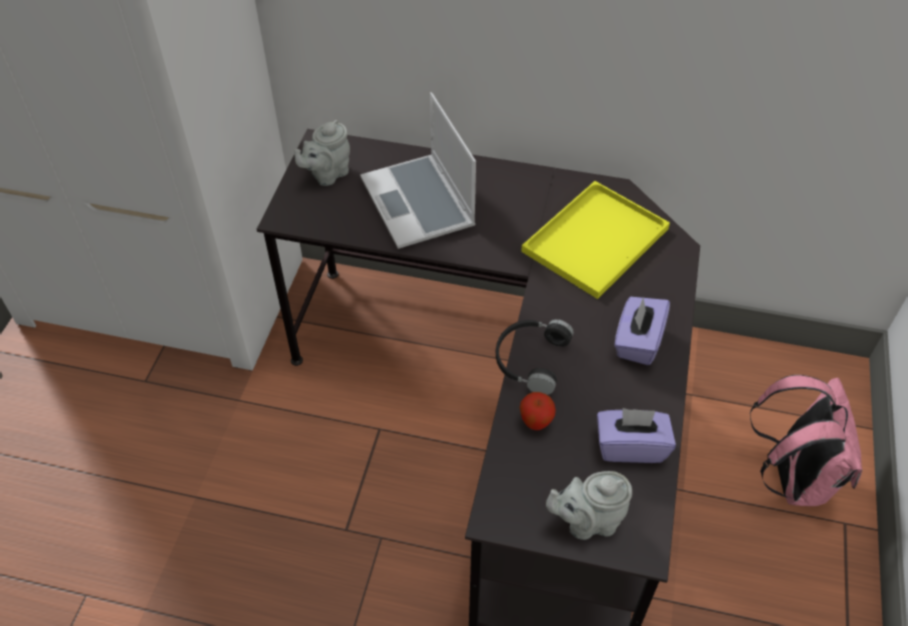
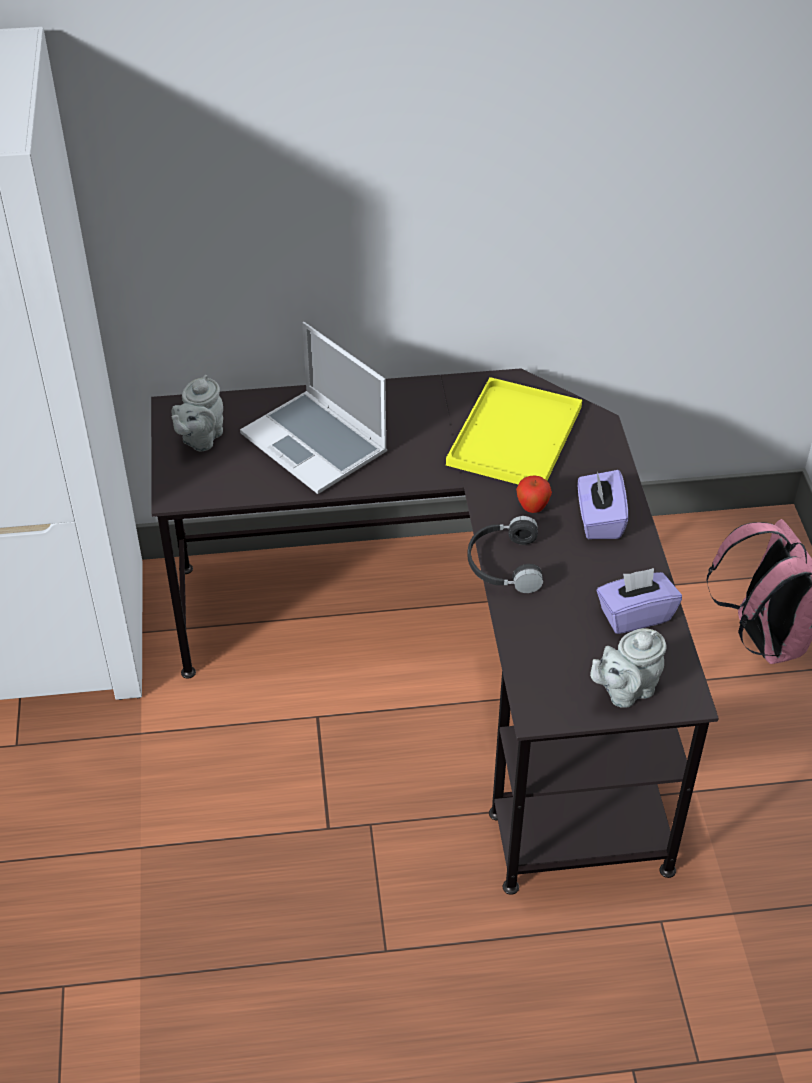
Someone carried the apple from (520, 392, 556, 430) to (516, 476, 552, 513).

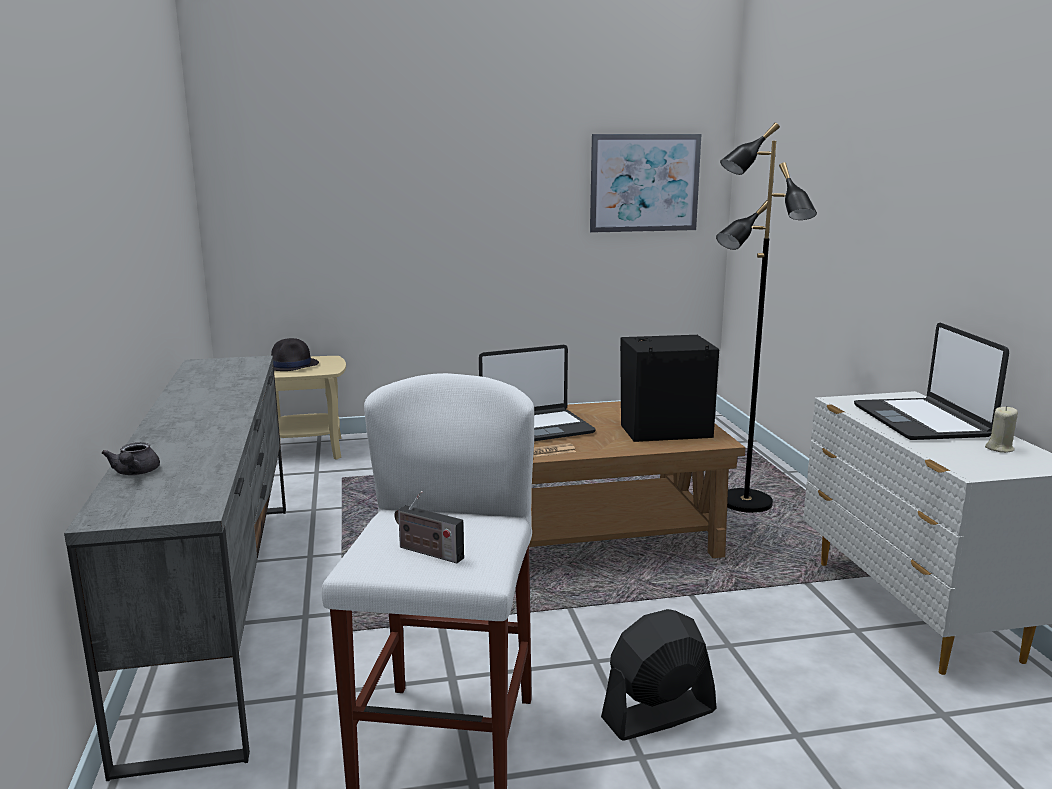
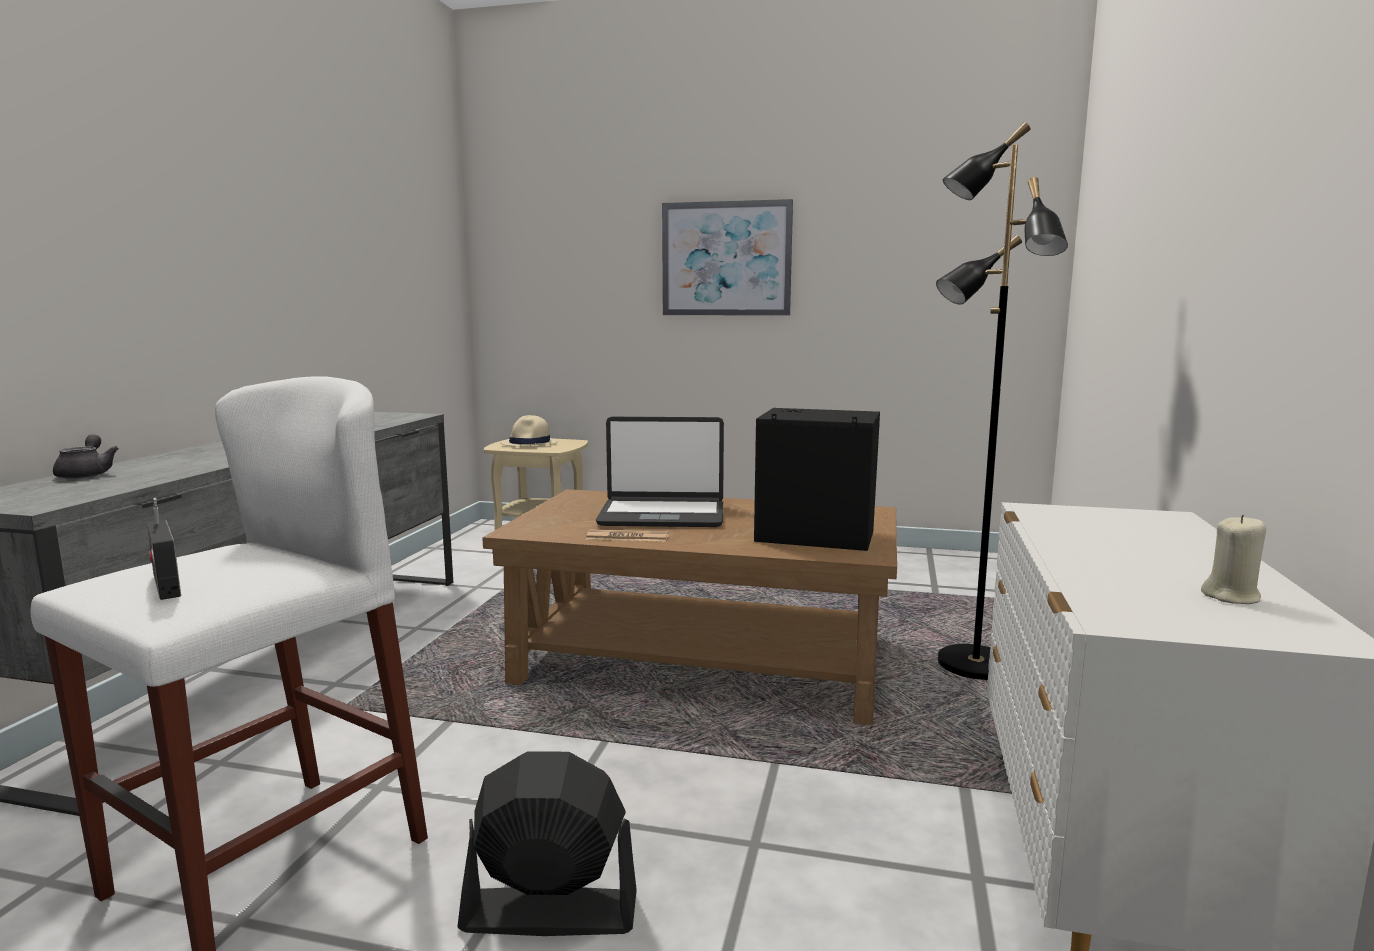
Someone carried the picture from (590, 134, 701, 233) to (662, 199, 793, 316).
Someone took away the laptop at (854, 322, 1009, 440).
Someone repainted the black hat at (271, 338, 319, 371), which became the beige hat at (501, 415, 558, 447).
Someone rotated the grey teapot at (101, 442, 160, 475) by 150 degrees clockwise.

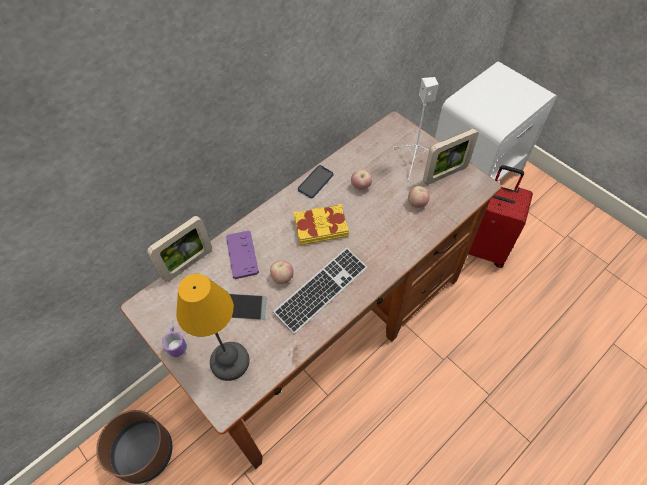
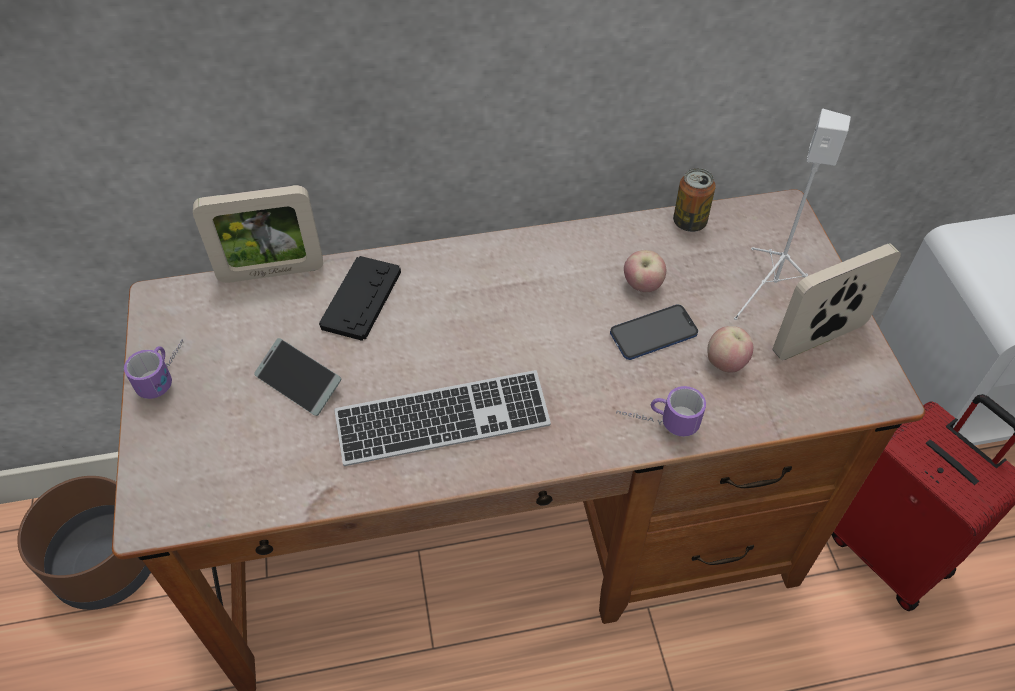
Someone rotated the picture frame at (423, 128, 479, 185) by 150 degrees clockwise.
Someone carried the phone from (298, 165, 333, 199) to (610, 304, 698, 360).
Someone took away the yellow book at (293, 204, 349, 245).
Someone repainted the purple game controller at (226, 230, 259, 279), which became the black game controller at (319, 256, 401, 341).
Someone took away the apple at (270, 260, 294, 284).
Someone took away the table lamp at (176, 274, 250, 381).
Someone put down the can at (673, 168, 716, 232).
Someone put down the mug at (616, 386, 706, 437).

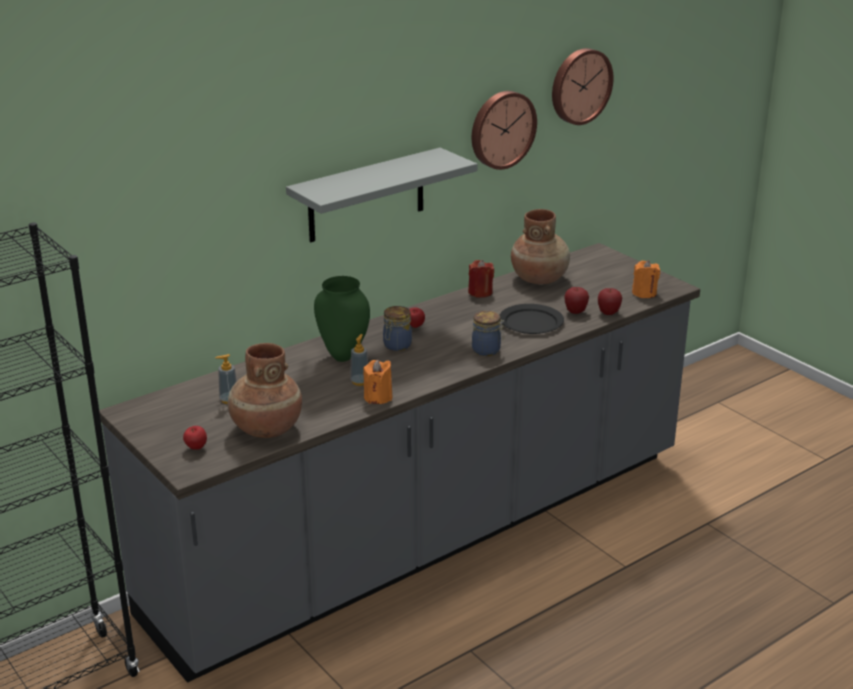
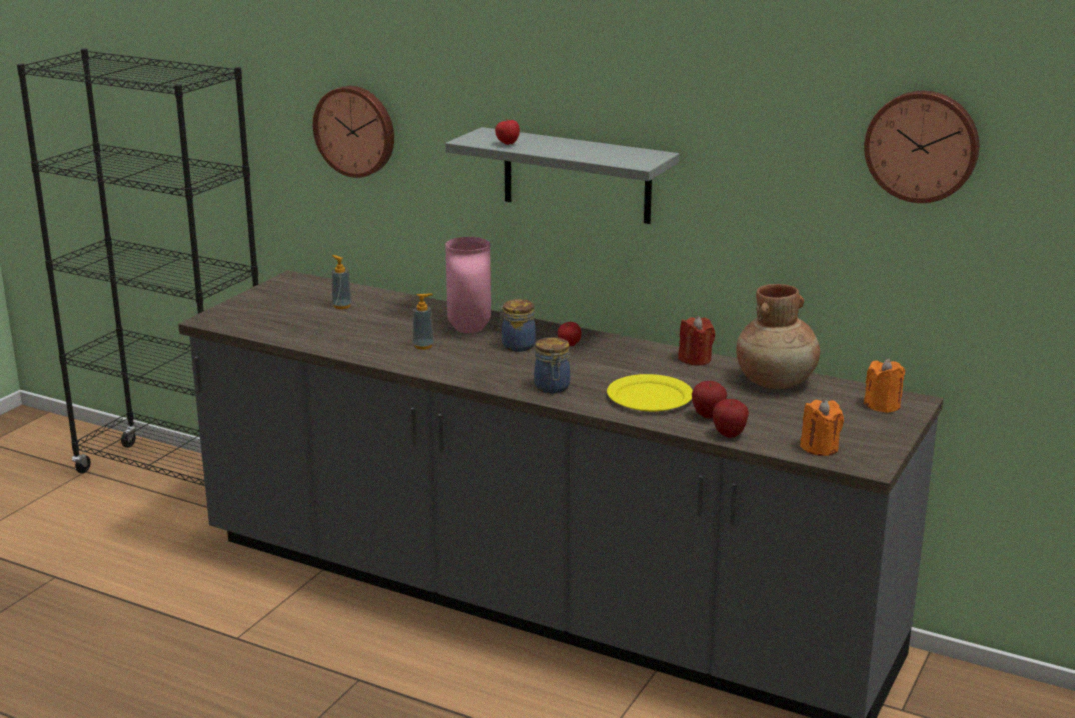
Someone carried the wall clock from (472, 91, 537, 170) to (313, 86, 394, 178).
Someone repainted the green vase at (314, 276, 370, 362), which became the pink vase at (445, 237, 491, 333).
Someone repainted the black plate at (500, 304, 564, 334), which became the yellow plate at (607, 374, 693, 412).
Someone took away the brown vase at (227, 343, 302, 438).
Someone carried the orange candle from (363, 360, 393, 404) to (864, 359, 905, 413).
Someone carried the apple from (183, 426, 207, 450) to (495, 119, 520, 145).

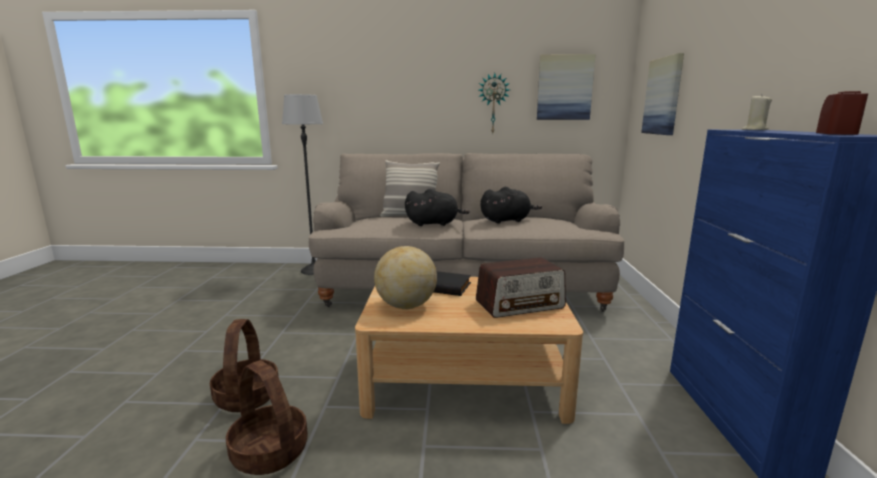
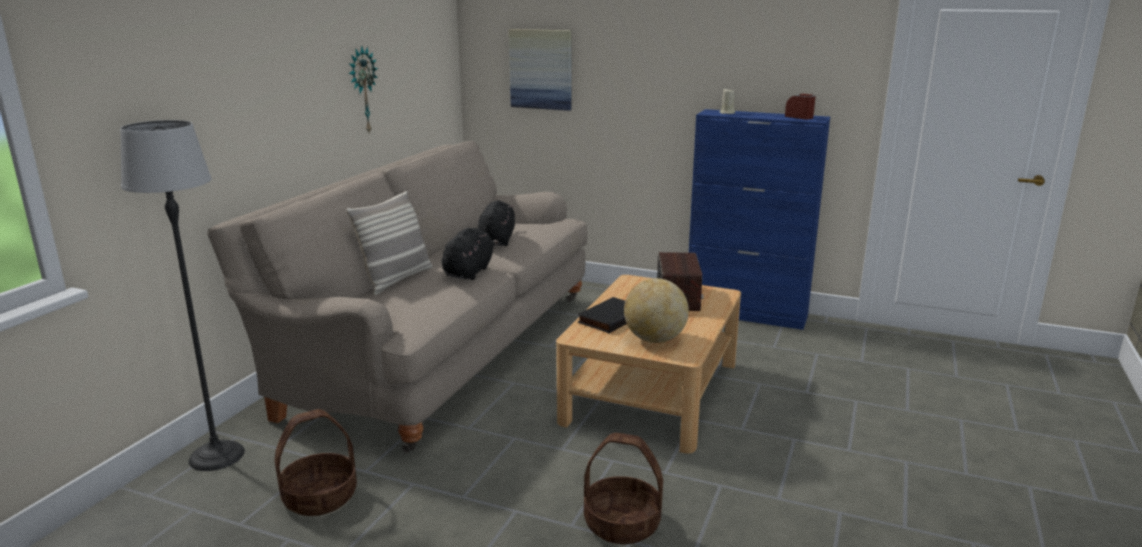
Someone took away the picture at (537, 54, 595, 120).
Someone carried the basket from (226, 360, 308, 475) to (274, 409, 357, 516).

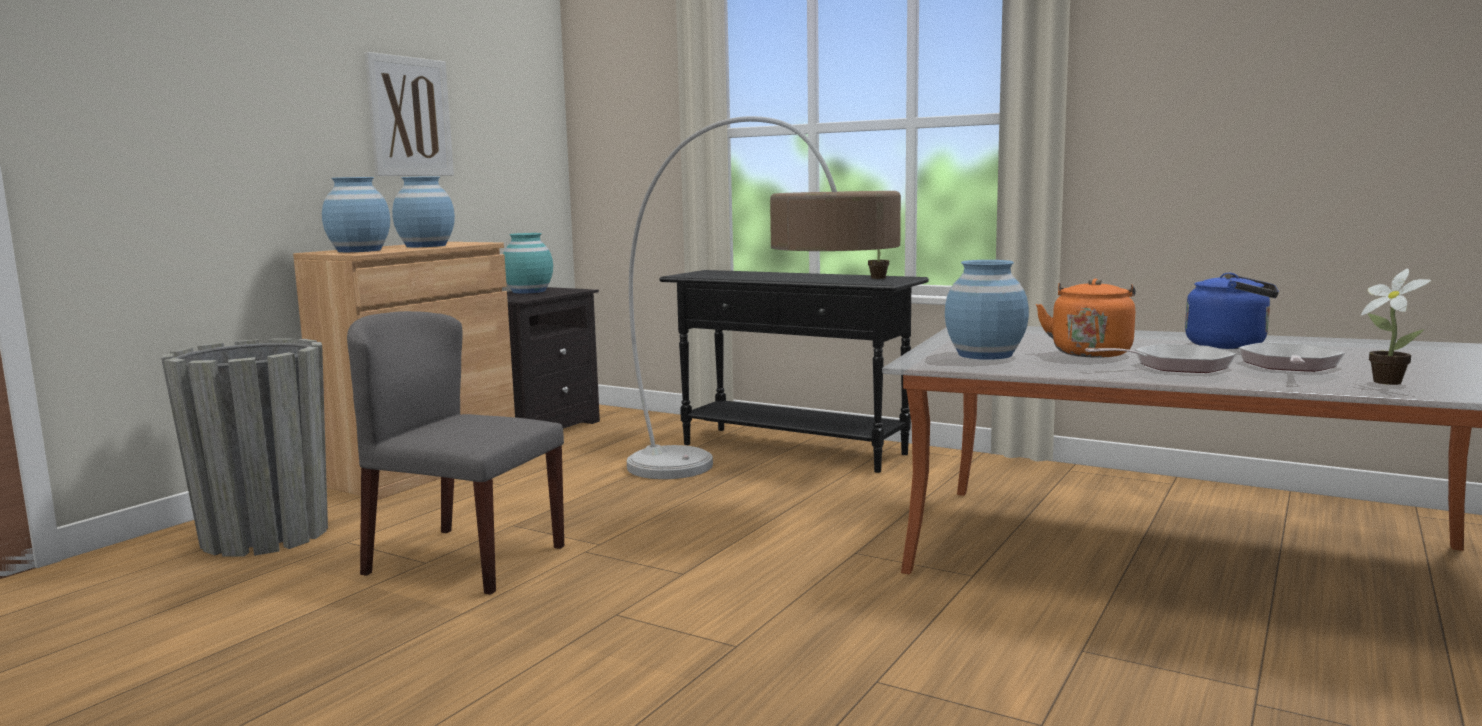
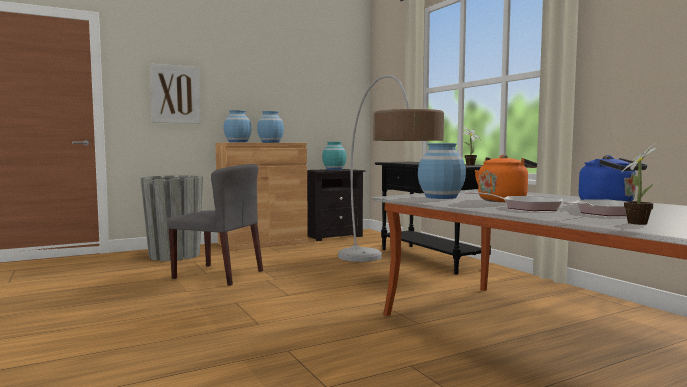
Someone carried the picture from (365, 52, 454, 176) to (150, 63, 201, 124).
Someone rotated the grey chair at (347, 311, 564, 595) by 150 degrees clockwise.

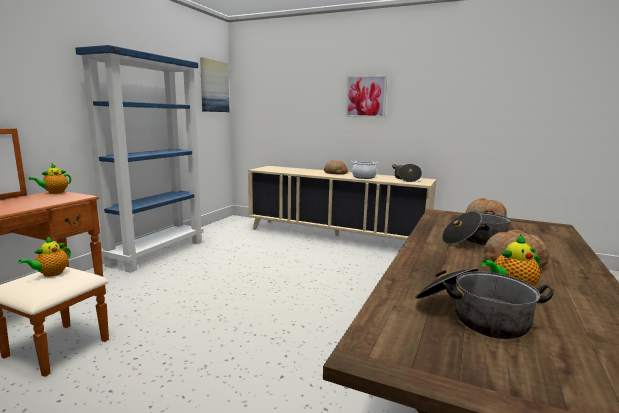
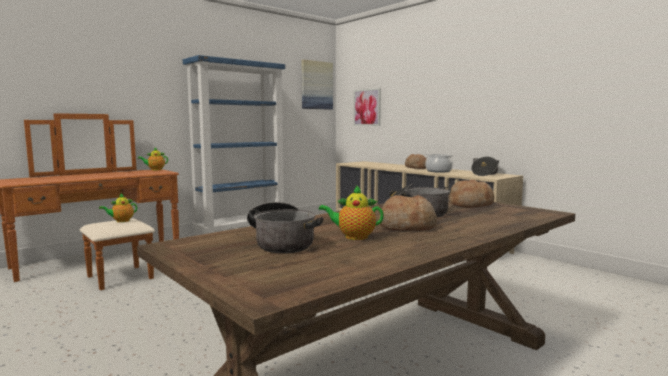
Someone carried the picture from (345, 75, 387, 118) to (353, 88, 381, 126).

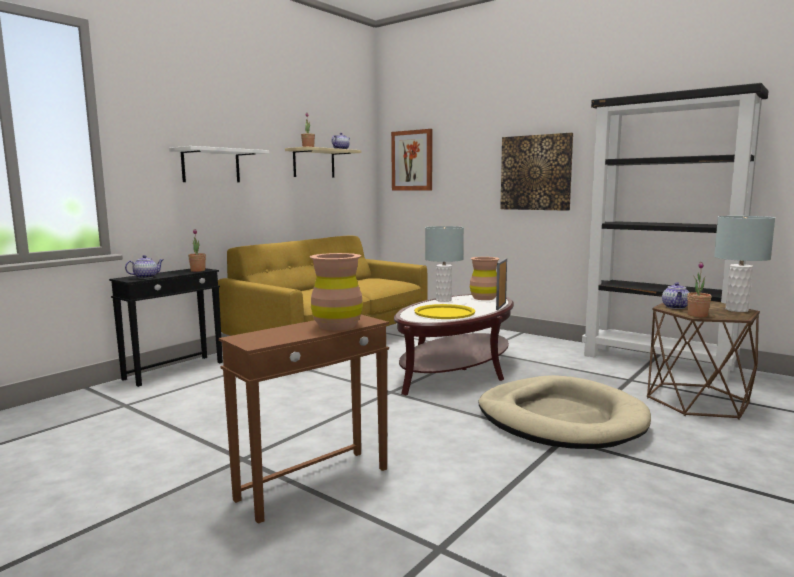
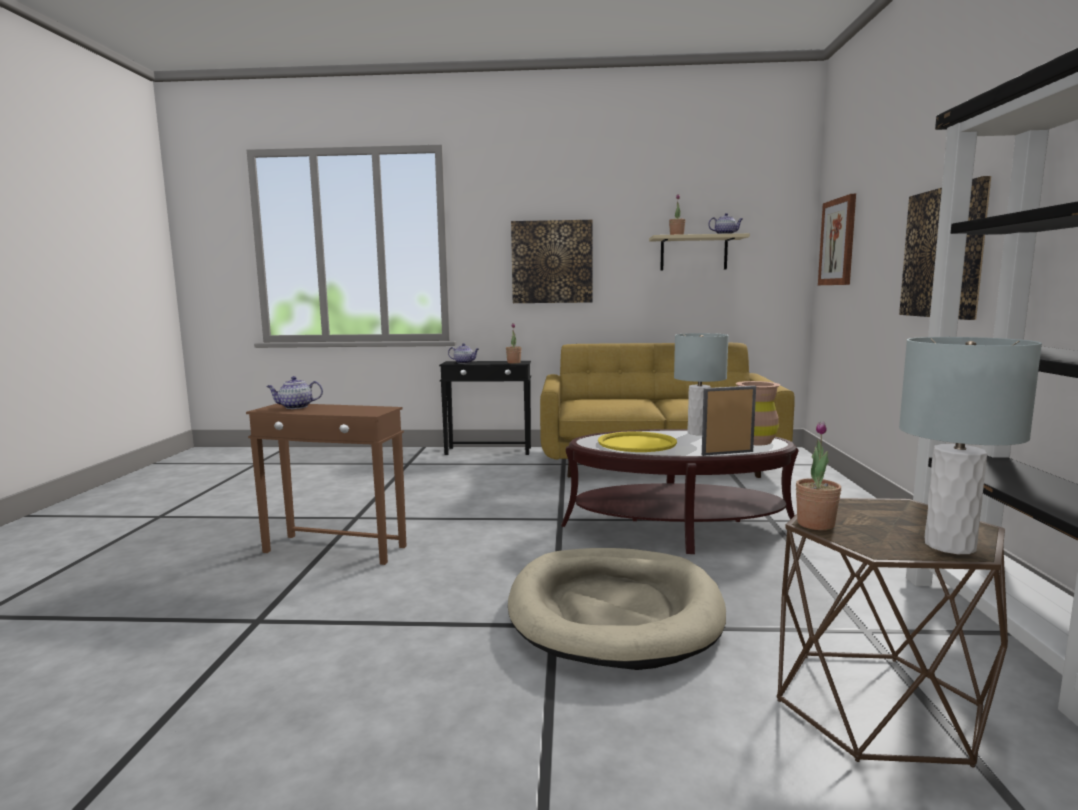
Someone swapped the white shelf at (169, 146, 269, 182) for the picture at (511, 220, 593, 303).
Someone took away the brown vase at (310, 253, 363, 330).
Someone carried the teapot from (662, 282, 690, 309) to (266, 376, 323, 409).

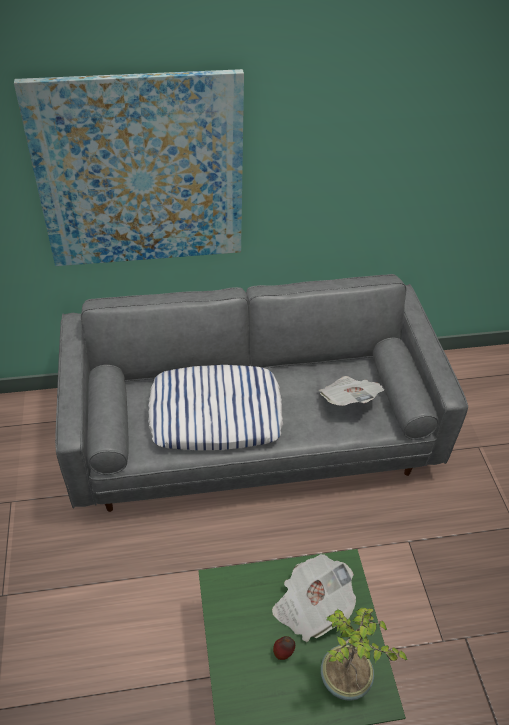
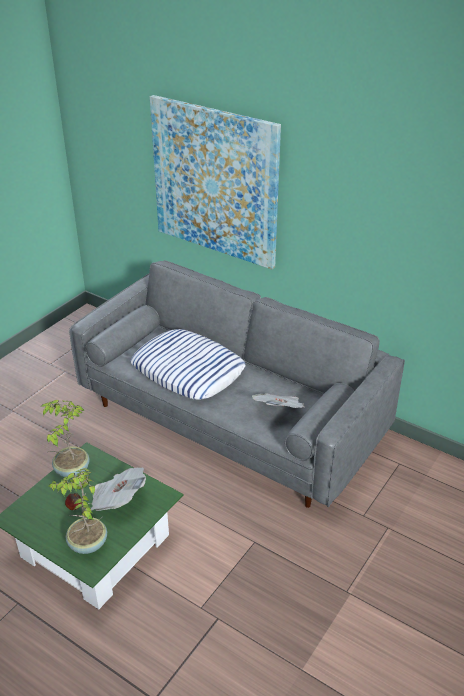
Someone put down the potted plant at (40, 400, 90, 478).

